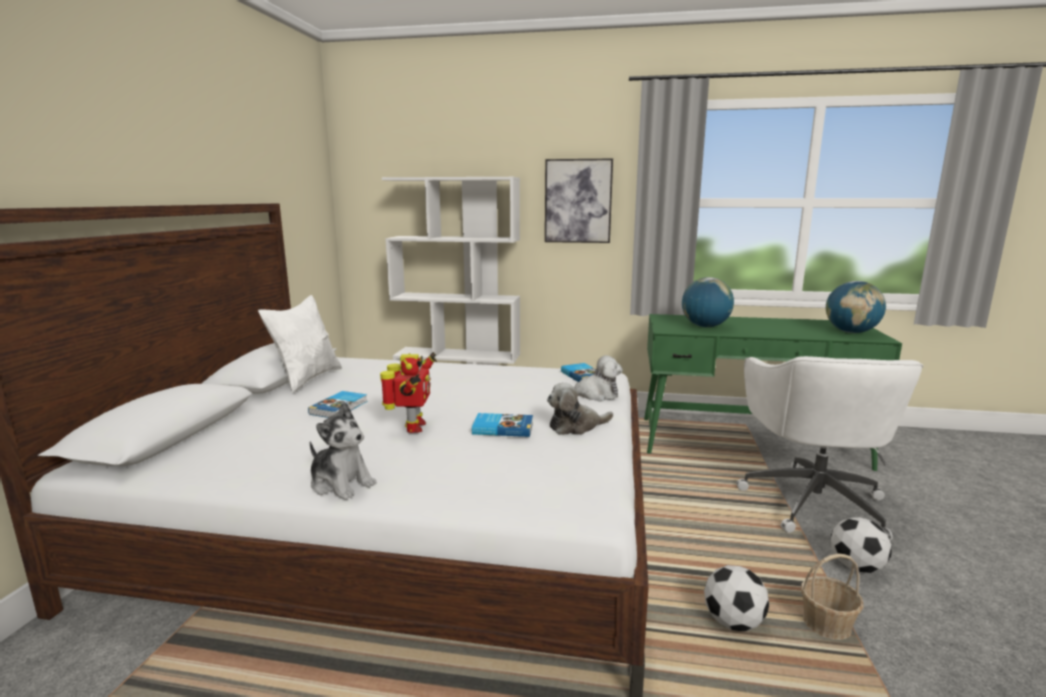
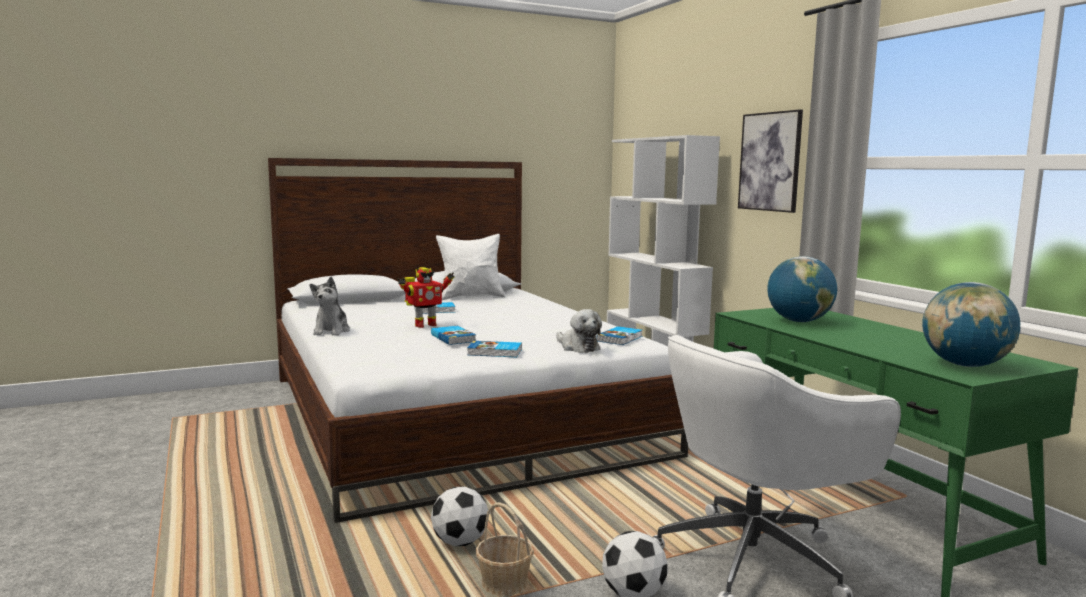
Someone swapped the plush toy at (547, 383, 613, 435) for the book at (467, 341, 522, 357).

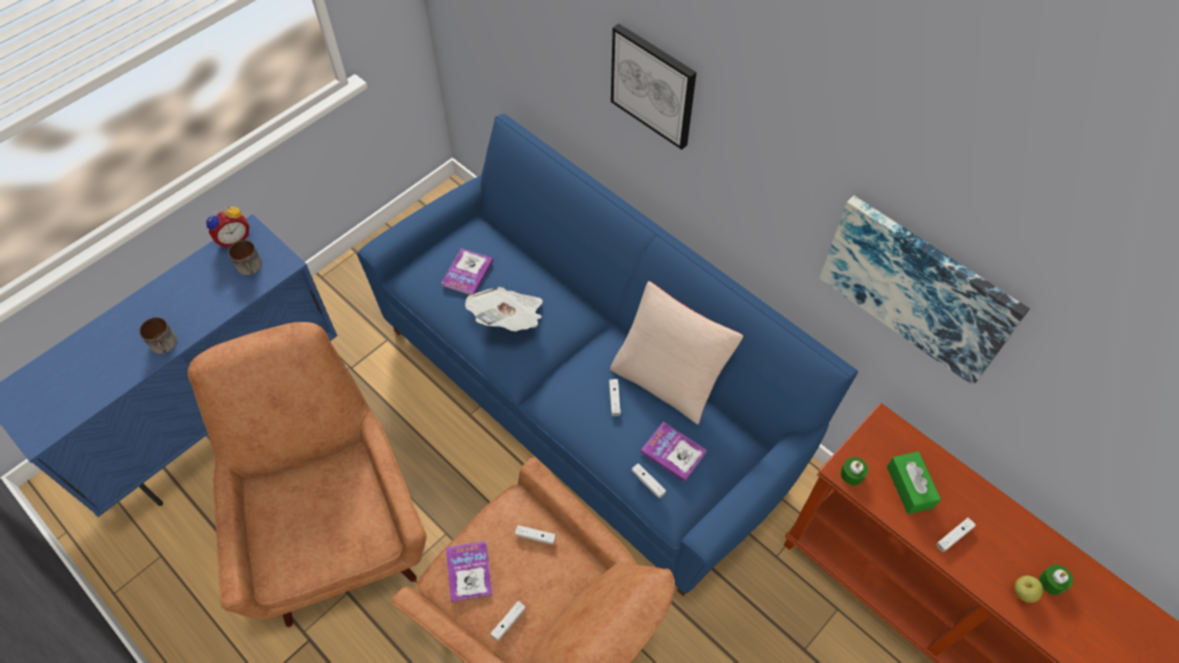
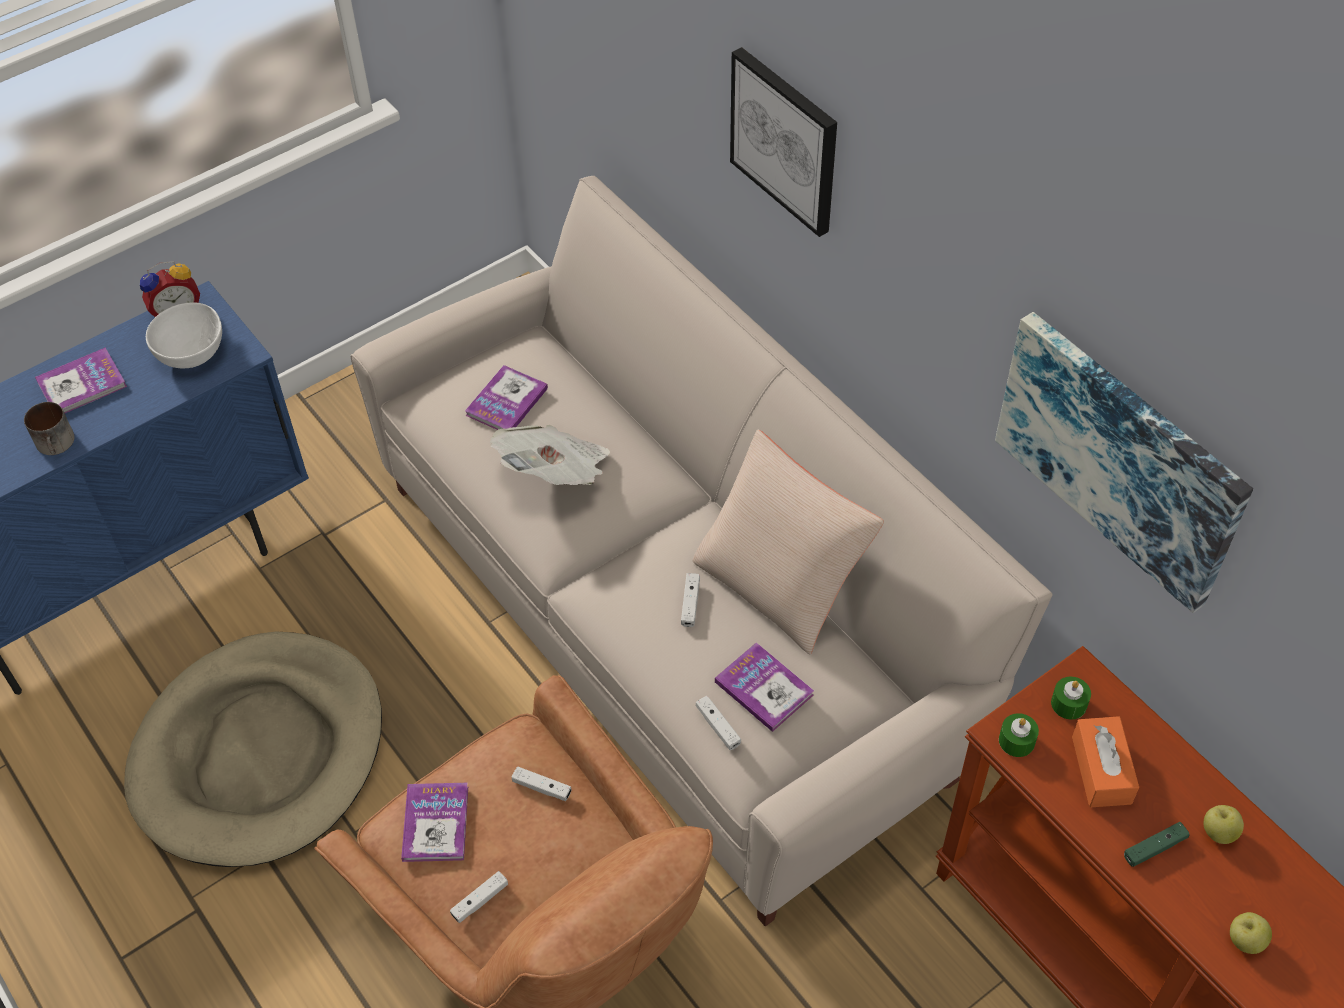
Someone repainted the blue sofa at (357, 114, 858, 596), which became the beige sofa at (350, 176, 1053, 926).
Someone swapped the mug at (228, 240, 262, 275) for the white bowl at (146, 302, 222, 368).
Someone swapped the brown armchair at (188, 322, 427, 627) for the beige dog bed at (124, 632, 382, 867).
Someone repainted the green tissue box at (887, 452, 941, 514), which became the orange tissue box at (1072, 716, 1139, 808).
Someone repainted the white game controller at (936, 518, 976, 552), which became the green game controller at (1124, 822, 1190, 867).
Someone carried the green candle from (1039, 565, 1073, 595) to (1051, 677, 1091, 720).
Someone put down the book at (35, 348, 127, 413).
Someone put down the apple at (1204, 805, 1244, 844).

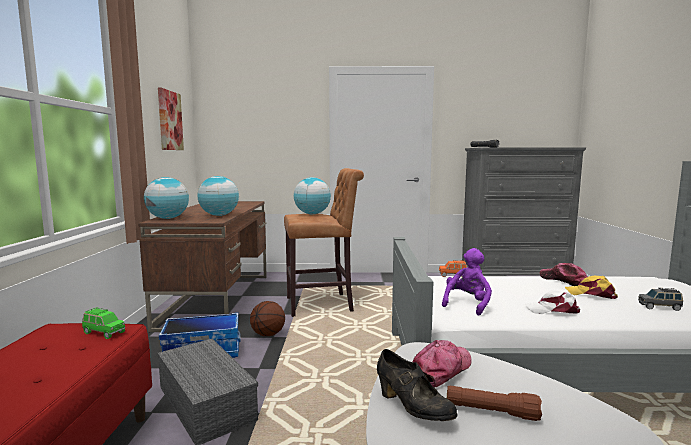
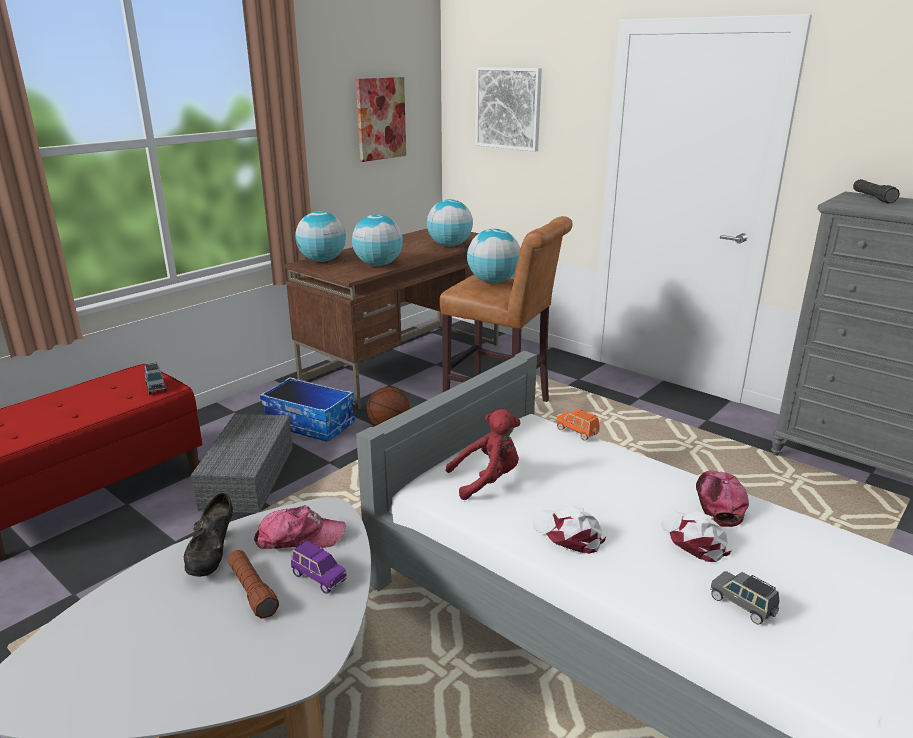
Someone repainted the purple plush toy at (442, 248, 492, 316), which became the red plush toy at (446, 409, 520, 500).
Someone repainted the yellow cap at (565, 276, 618, 299), which became the white cap at (661, 511, 732, 562).
Someone repainted the green toy car at (82, 307, 125, 339), which became the grey toy car at (144, 362, 166, 395).
Someone put up the picture at (476, 67, 542, 152).
Someone put down the globe at (427, 199, 473, 246).
Someone put down the purple toy car at (291, 540, 347, 594).

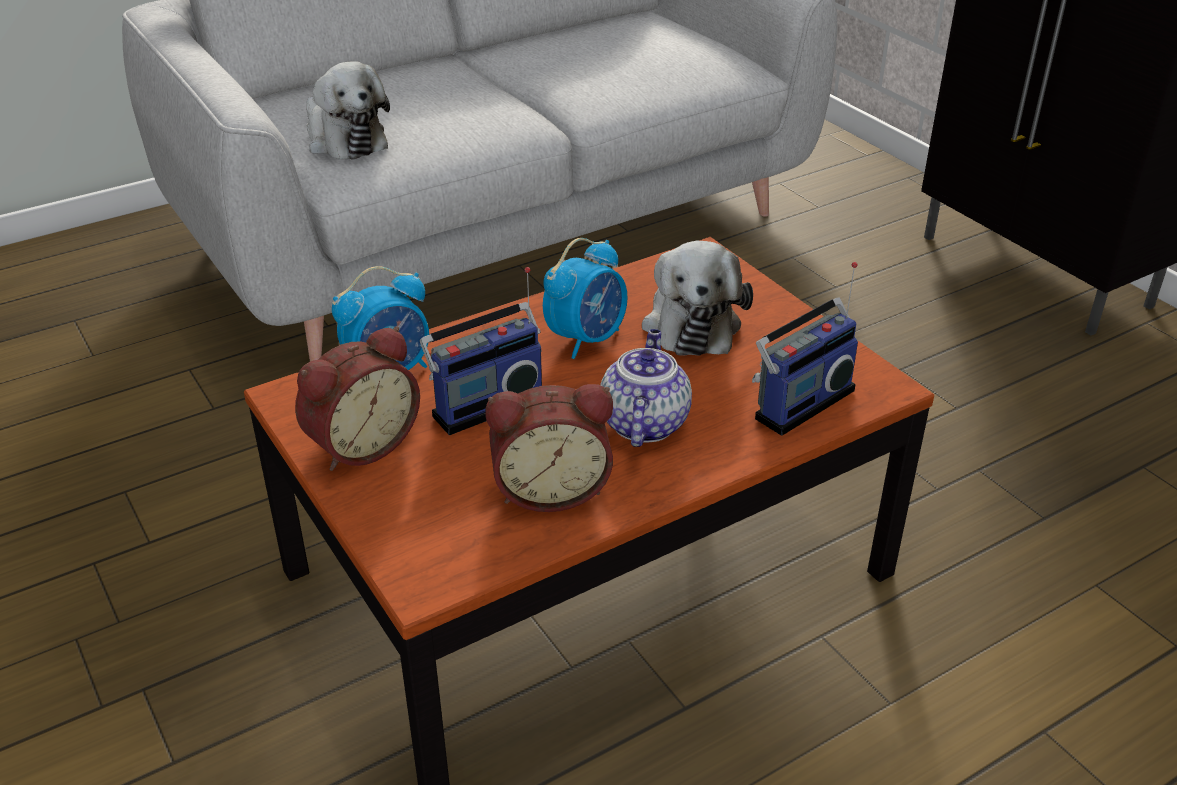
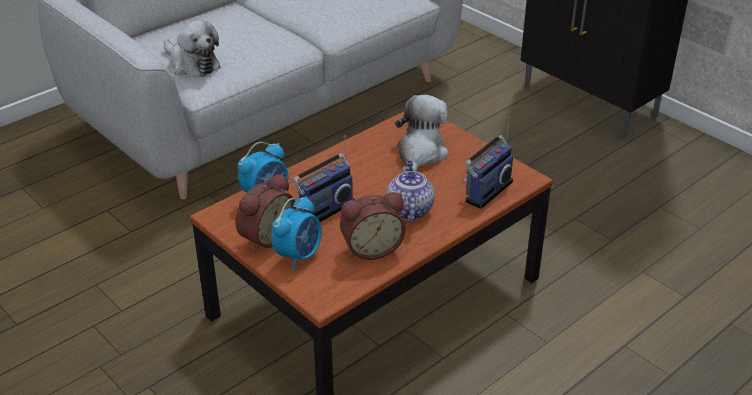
Someone carried the alarm clock from (543, 238, 627, 359) to (272, 196, 322, 270).
Someone rotated the plush toy at (642, 241, 753, 356) by 150 degrees counterclockwise.

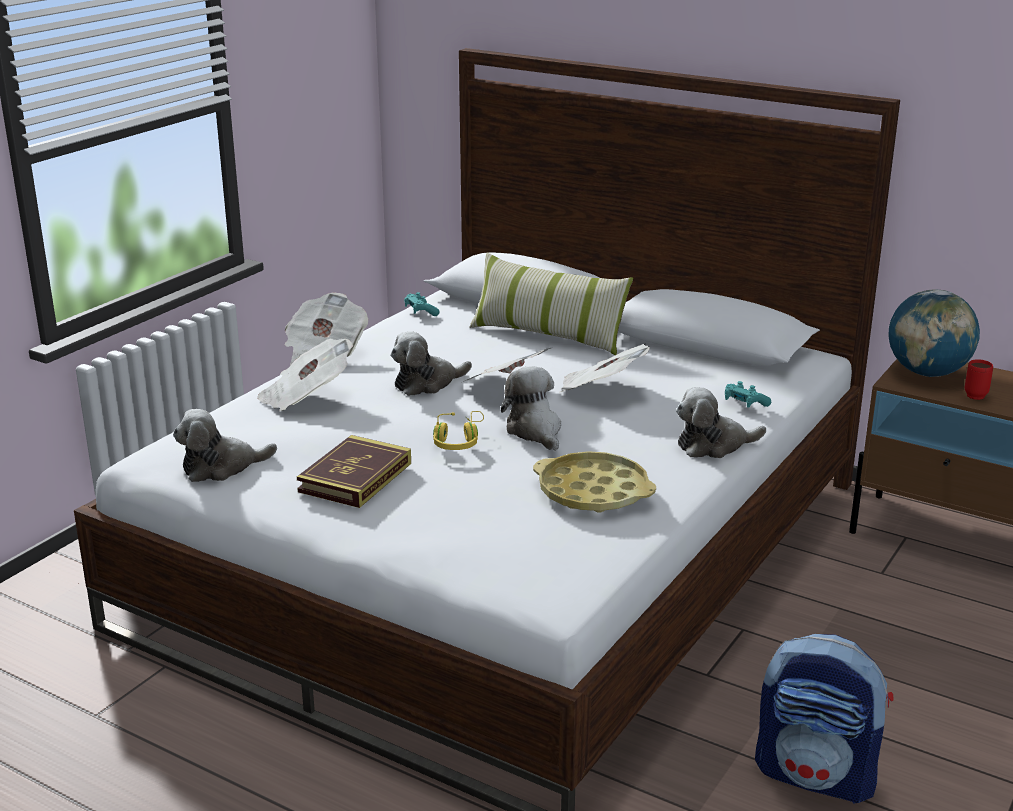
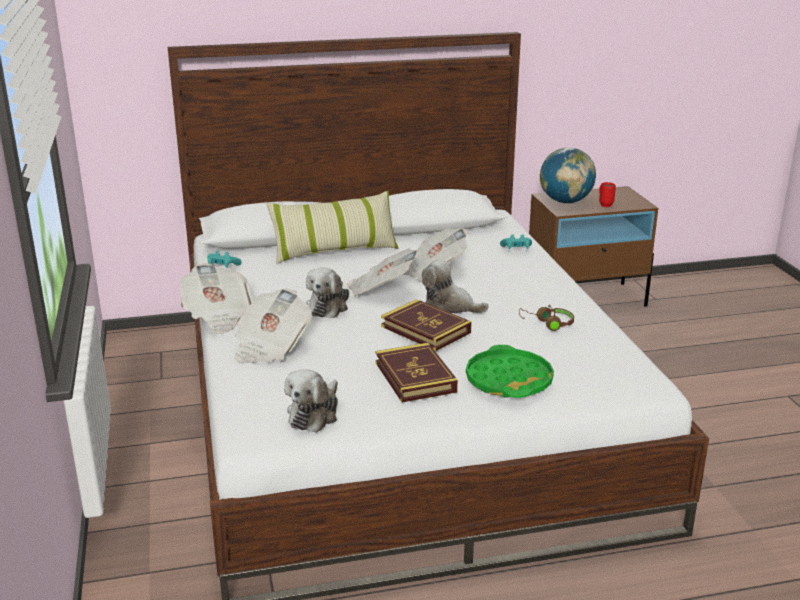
Someone took away the plush toy at (676, 387, 766, 458).
Someone swapped the yellow headphones at (433, 411, 484, 450) for the book at (381, 299, 472, 351).
Someone swapped the yellow tray at (533, 451, 656, 513) for the brown headphones at (519, 305, 574, 331).
Someone took away the backpack at (755, 634, 894, 804).
Someone put down the green tray at (466, 345, 554, 398).

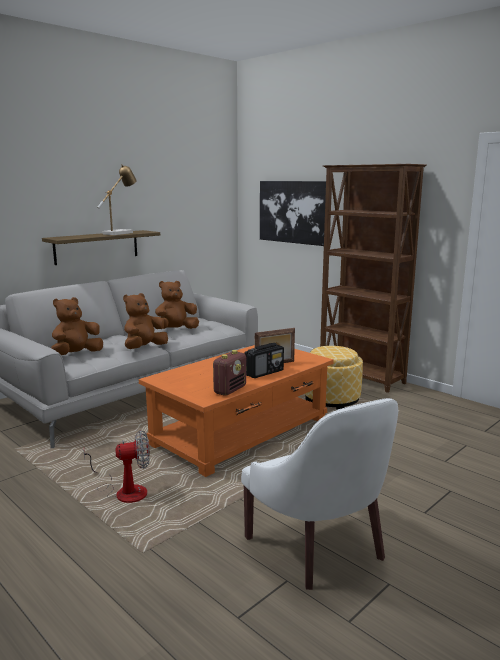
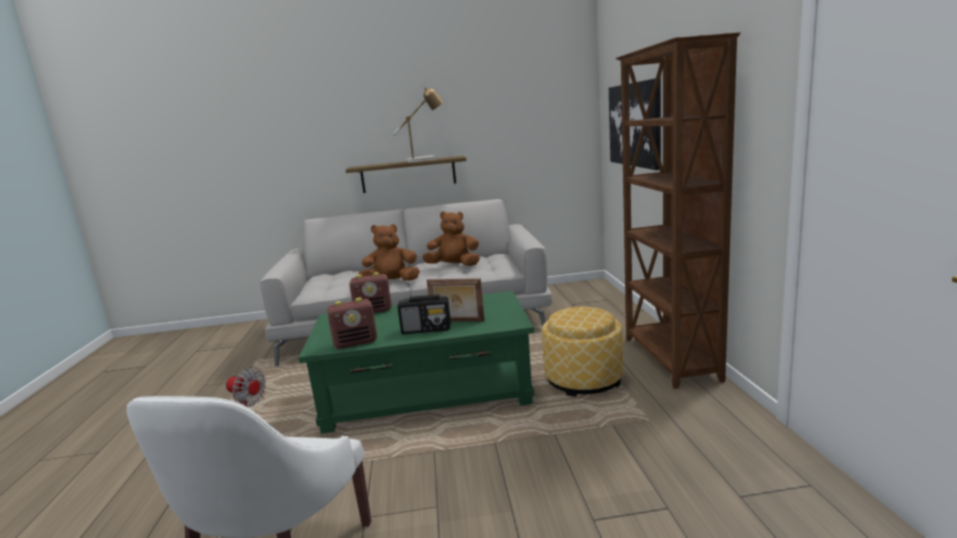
Someone took away the brown plush toy at (51, 297, 103, 355).
Someone repainted the orange coffee table at (139, 345, 334, 477), which became the green coffee table at (298, 291, 534, 434).
Someone put down the radio at (350, 272, 391, 313).

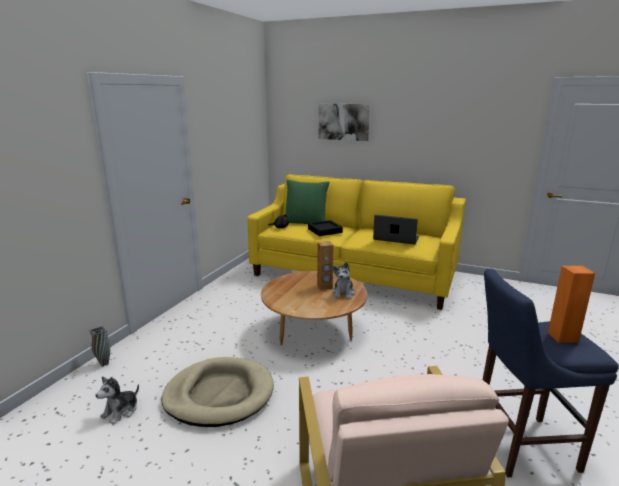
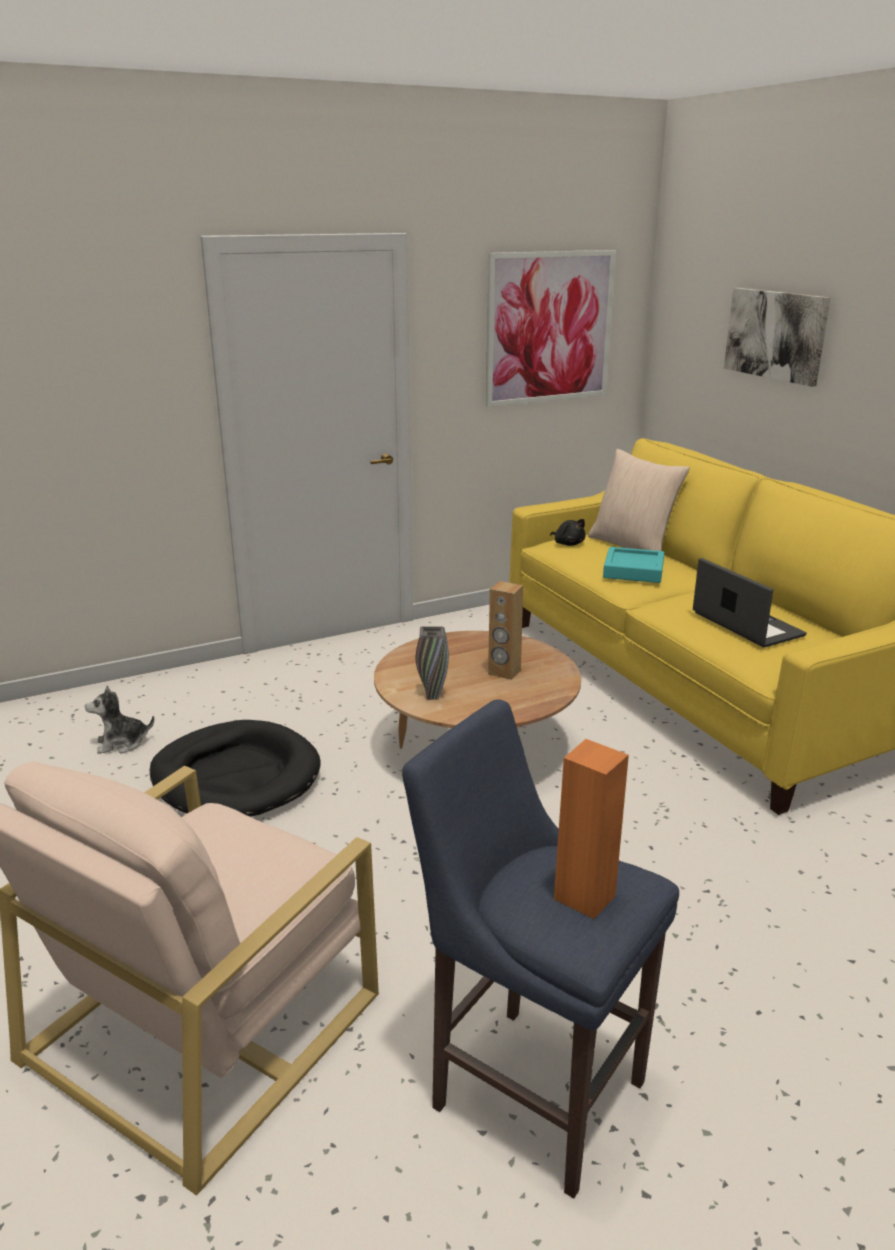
Someone repainted the green pillow at (286, 180, 329, 224), which became the beige pillow at (588, 449, 690, 551).
Someone repainted the black tray at (308, 220, 343, 236), which became the turquoise tray at (603, 547, 664, 583).
Someone took away the plush toy at (332, 262, 355, 299).
Someone carried the grey vase from (89, 326, 110, 367) to (416, 626, 449, 700).
Someone repainted the beige dog bed at (162, 357, 274, 427), which became the black dog bed at (150, 720, 321, 817).
Someone put up the picture at (486, 250, 616, 407).

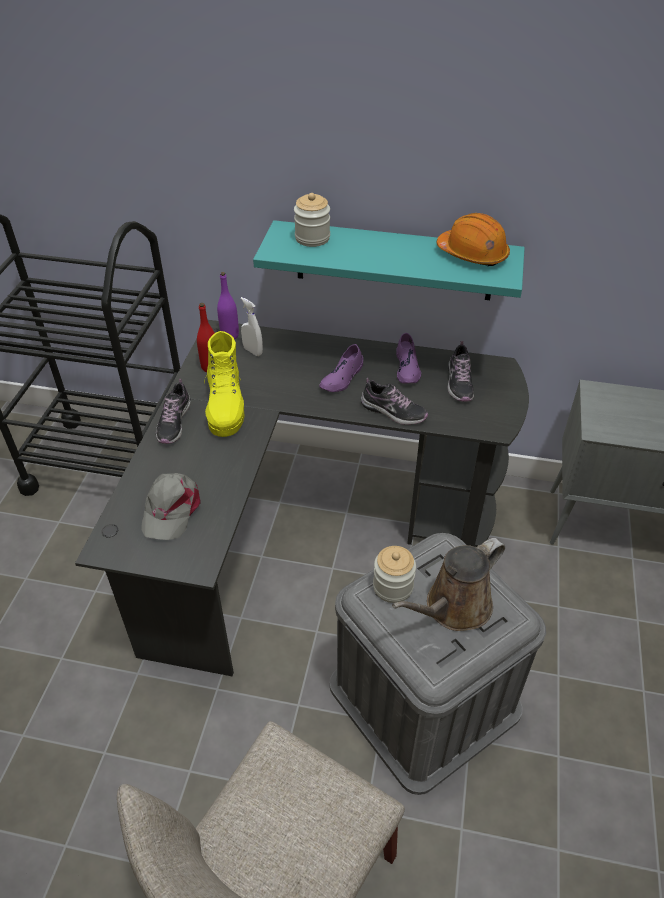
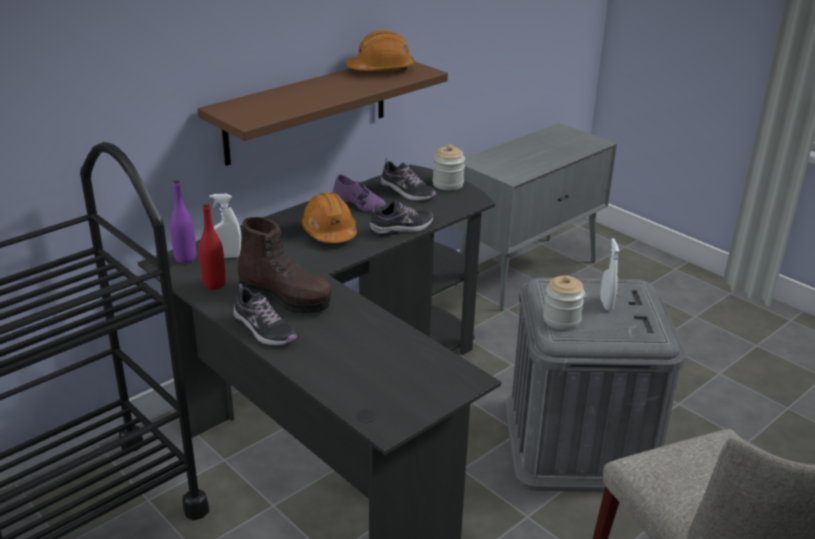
Someone carried the jar from (294, 193, 330, 247) to (433, 145, 465, 191).
Someone repainted the turquoise shelf at (253, 220, 525, 300), which became the brown shelf at (198, 61, 448, 166).
Someone repainted the yellow boot at (204, 331, 245, 437), which became the brown boot at (237, 217, 331, 313).
Someone swapped the purple shoe at (319, 344, 363, 392) for the orange hard hat at (301, 192, 357, 243).
Someone took away the grey cap at (141, 473, 201, 540).
Someone swapped the brown watering can at (392, 538, 505, 631) for the white spray bottle at (600, 238, 619, 310).

